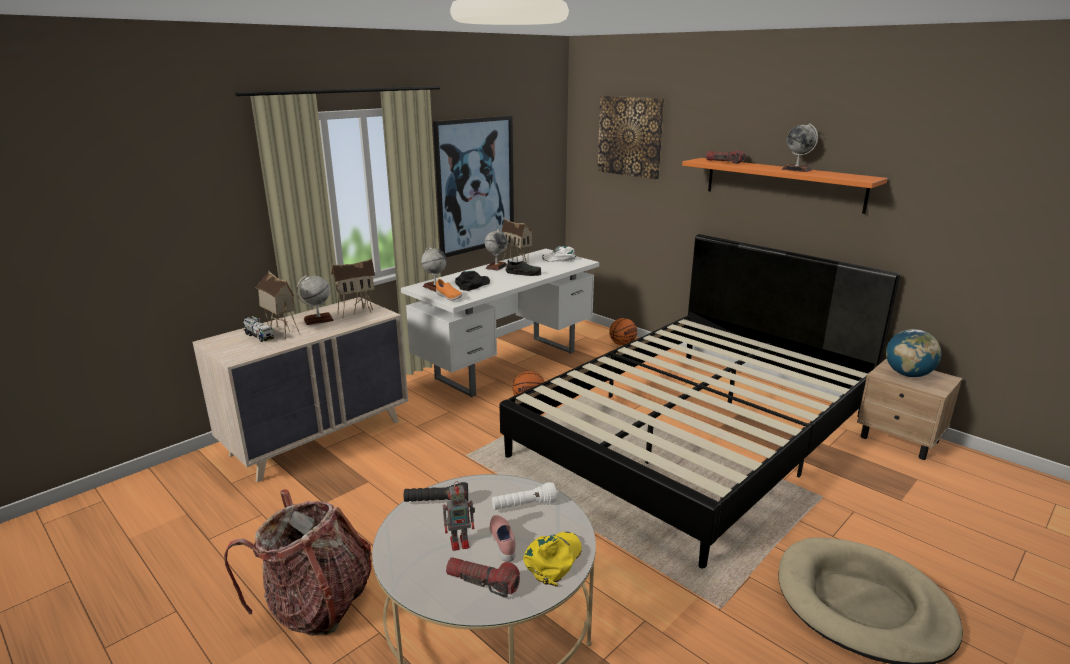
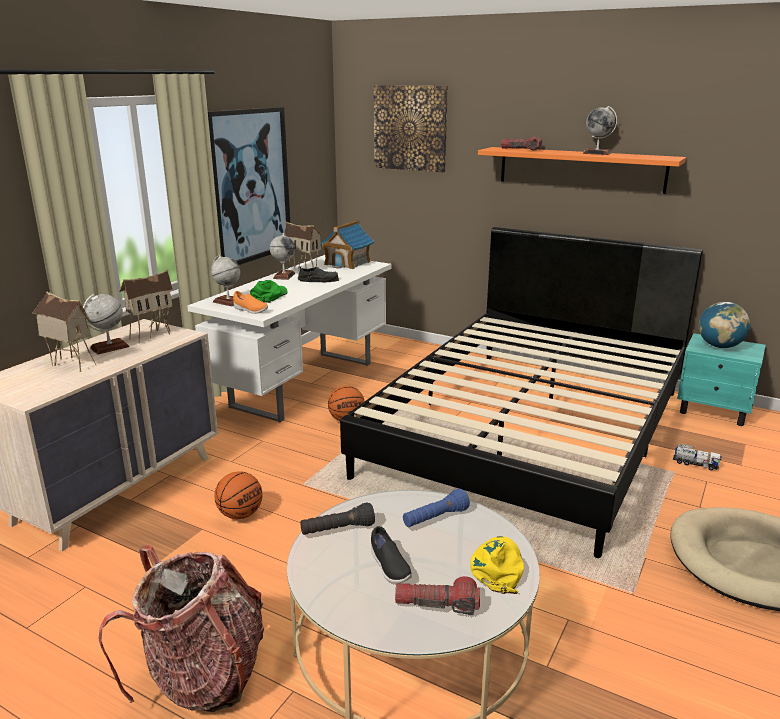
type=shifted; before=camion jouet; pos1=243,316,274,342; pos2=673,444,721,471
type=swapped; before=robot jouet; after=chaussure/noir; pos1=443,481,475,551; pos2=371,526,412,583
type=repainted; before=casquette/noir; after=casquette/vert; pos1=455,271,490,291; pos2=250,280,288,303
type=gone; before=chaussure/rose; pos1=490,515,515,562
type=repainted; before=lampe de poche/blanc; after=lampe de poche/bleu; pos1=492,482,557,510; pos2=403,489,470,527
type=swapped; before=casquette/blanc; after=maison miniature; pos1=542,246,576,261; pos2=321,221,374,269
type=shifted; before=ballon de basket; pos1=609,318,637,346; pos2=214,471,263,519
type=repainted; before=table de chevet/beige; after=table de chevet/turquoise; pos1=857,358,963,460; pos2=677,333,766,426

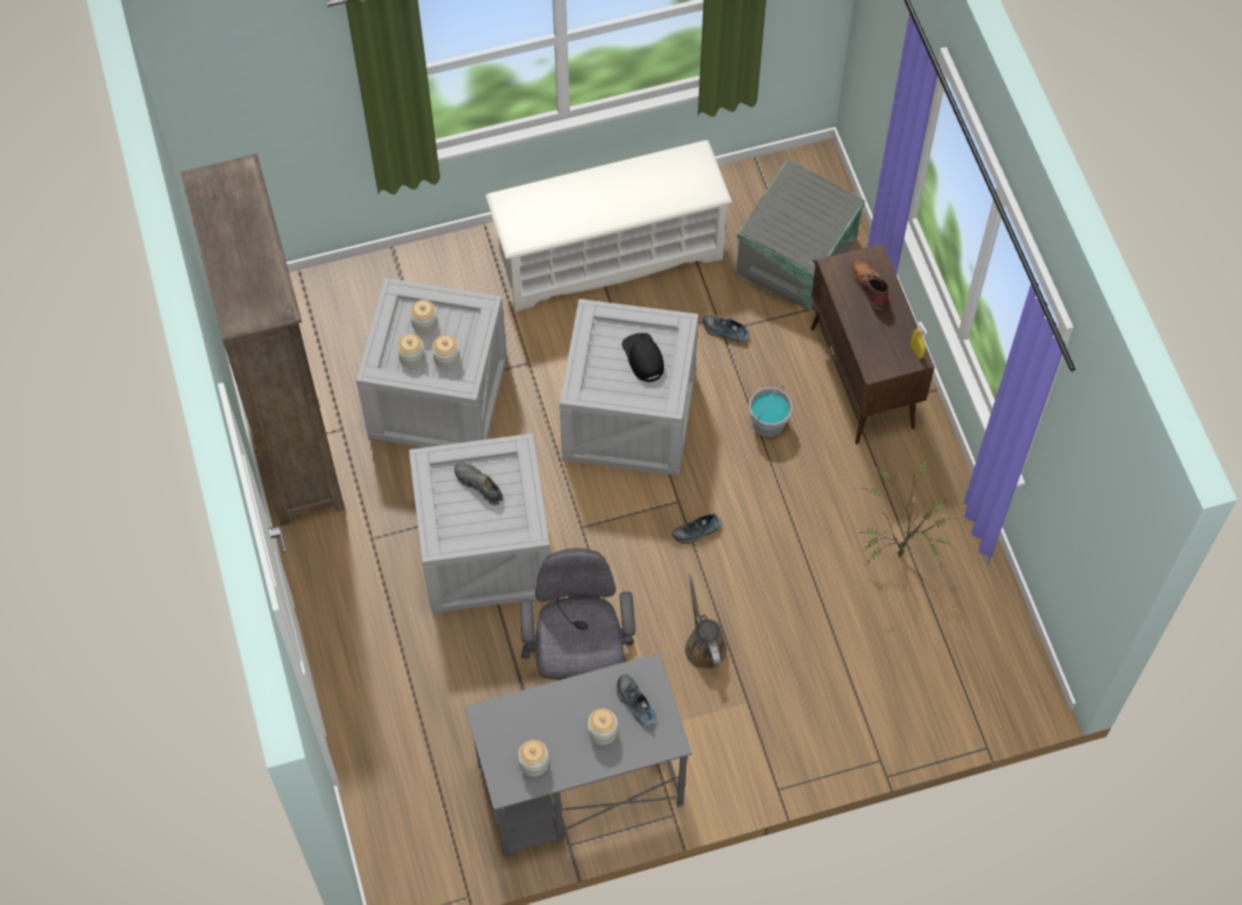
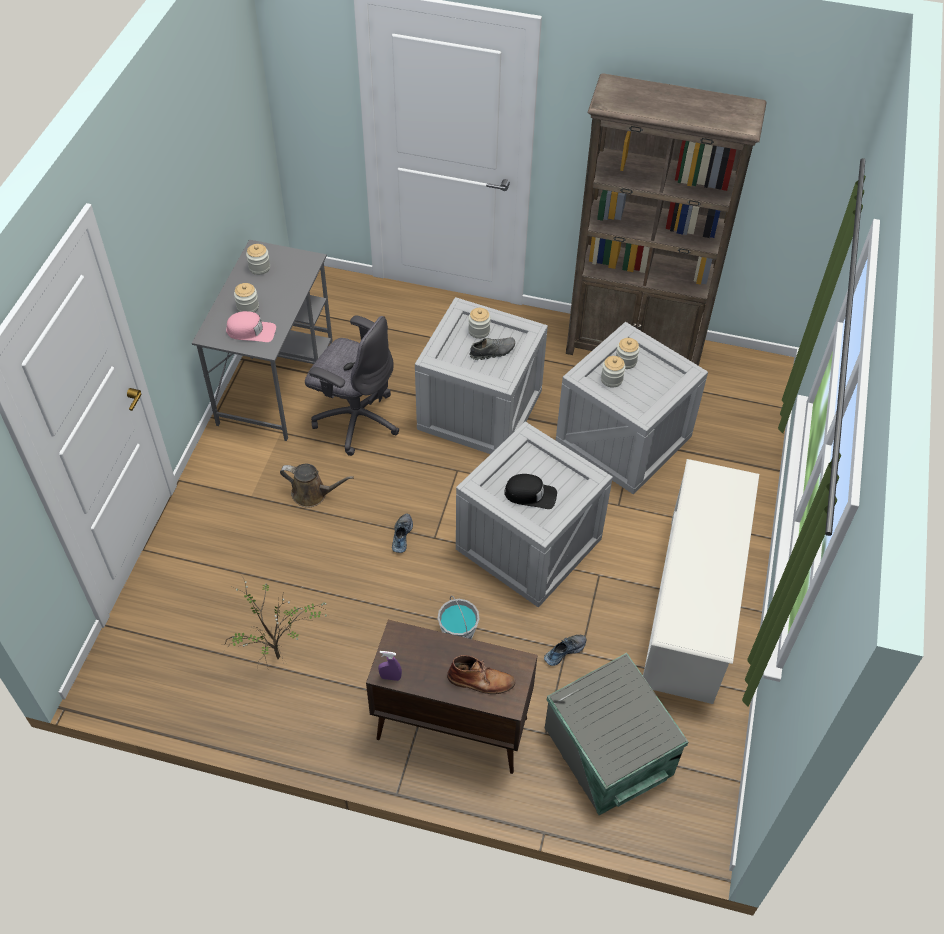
type=shifted; before=bocal; pos1=410,300,438,335; pos2=468,308,491,339
type=swapped; before=chaussure; after=casquette/rose; pos1=617,674,657,726; pos2=226,311,276,342
type=repainted; before=vaporisateur/jaune; after=vaporisateur/violet; pos1=910,321,928,359; pos2=378,651,402,681

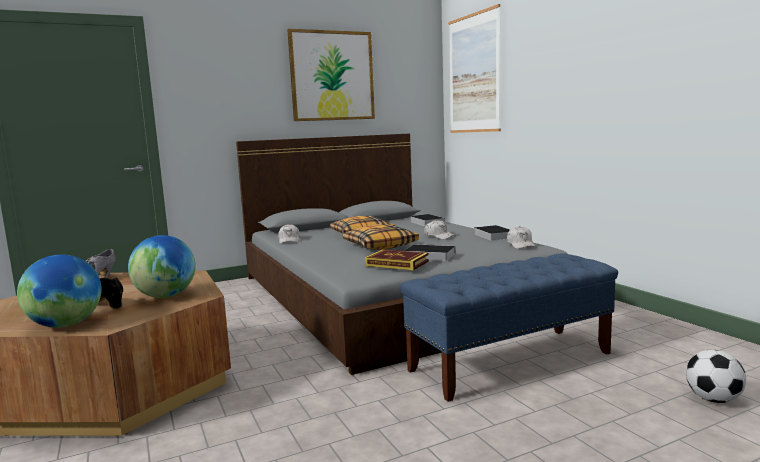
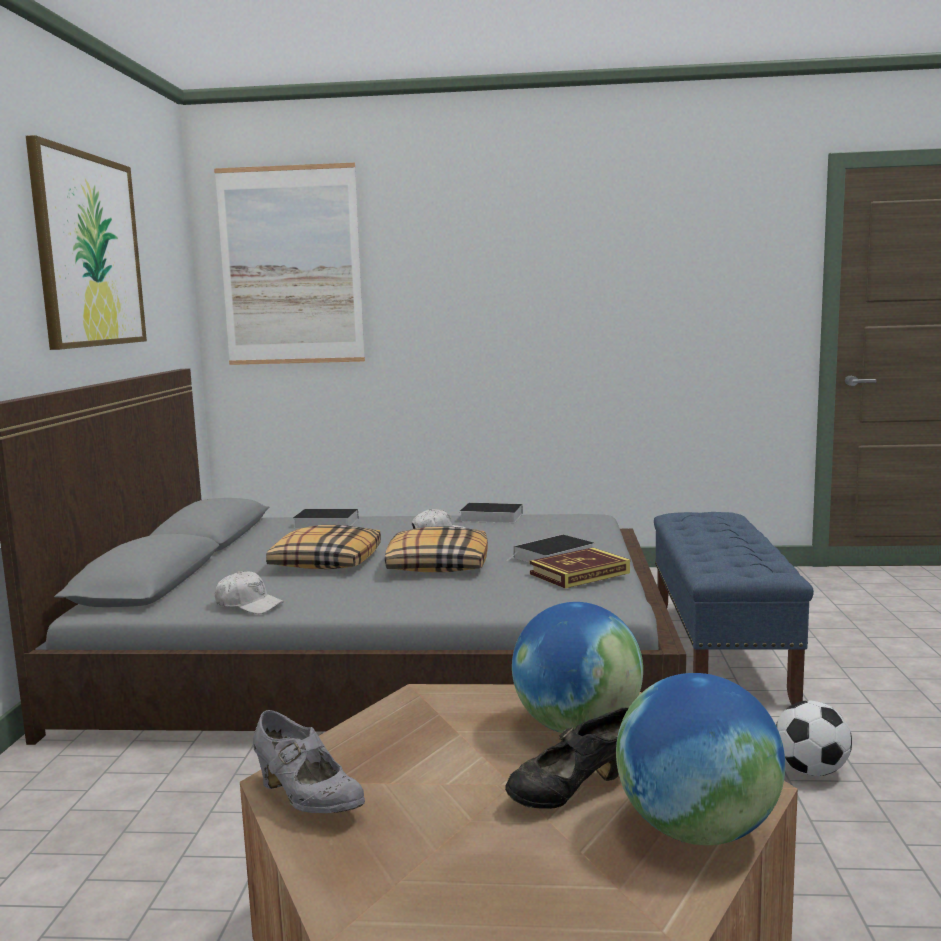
type=gone; before=casquette/blanc; pos1=507,226,537,249
type=shifted; before=ballon de foot; pos1=686,350,746,403; pos2=776,700,852,776

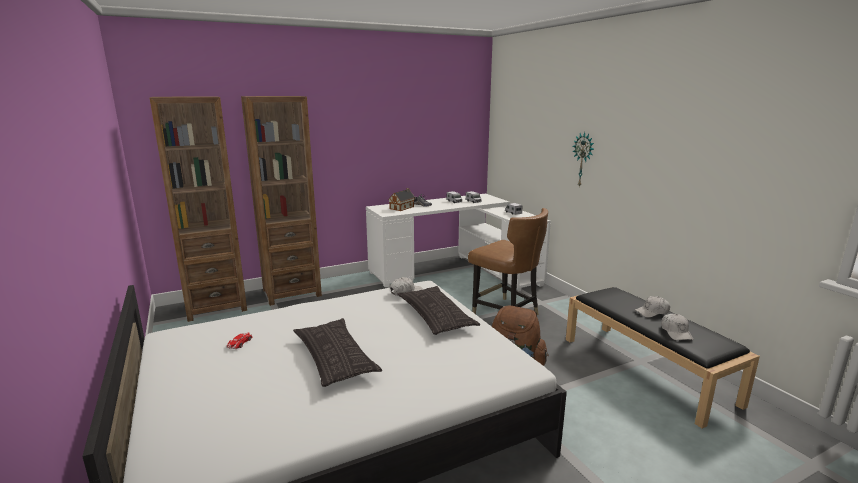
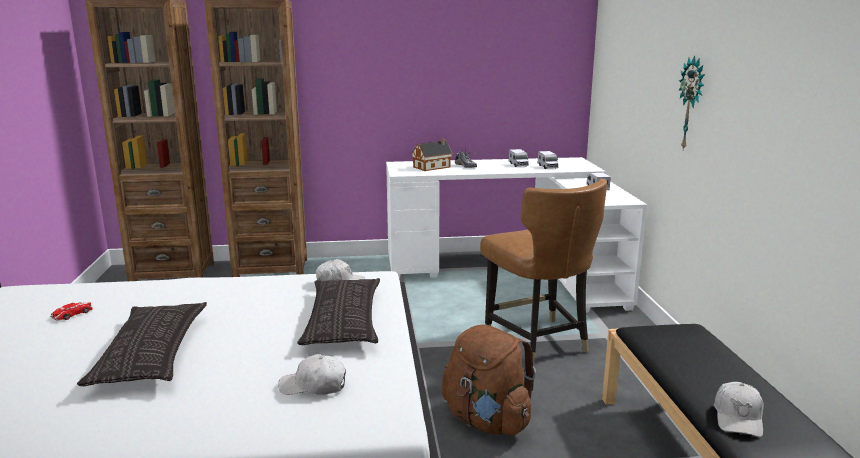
type=shifted; before=casquette/blanc; pos1=635,296,670,318; pos2=278,354,346,395

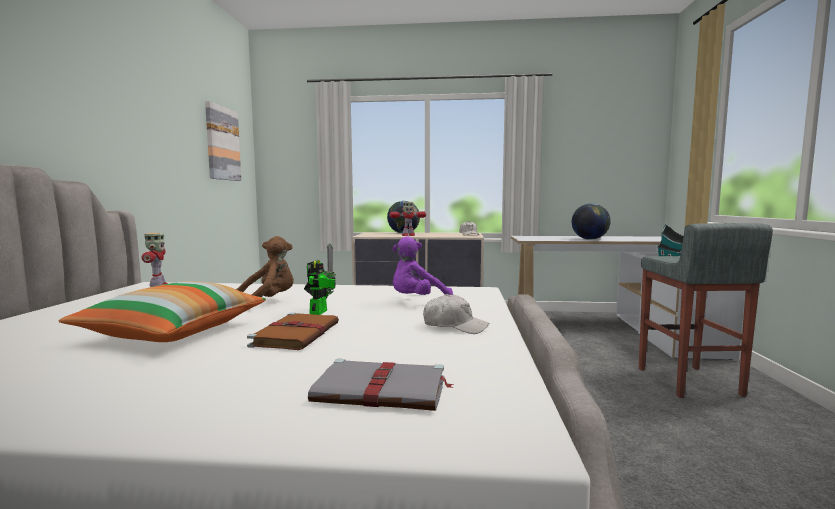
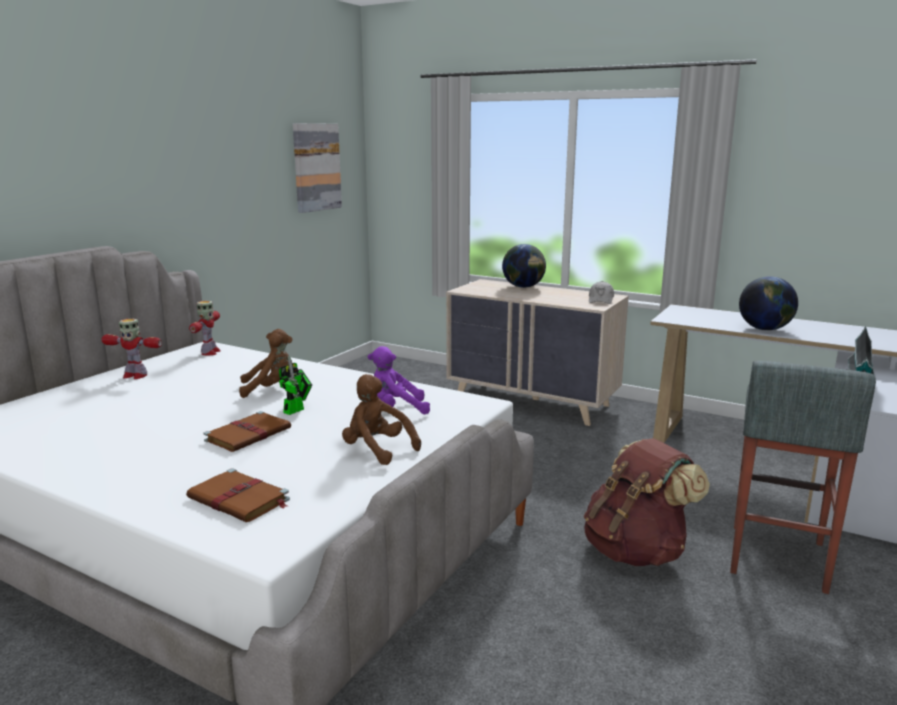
type=gone; before=coussin; pos1=58,281,266,342
type=repainted; before=livre/gris; after=livre/marron; pos1=308,359,453,411; pos2=186,468,290,522
type=shifted; before=robot jouet; pos1=389,202,426,236; pos2=101,319,162,379
type=swapped; before=casquette/blanc; after=peluche/marron; pos1=423,294,489,334; pos2=342,374,421,465
type=new; after=sac à dos/marron; pos2=584,438,710,566

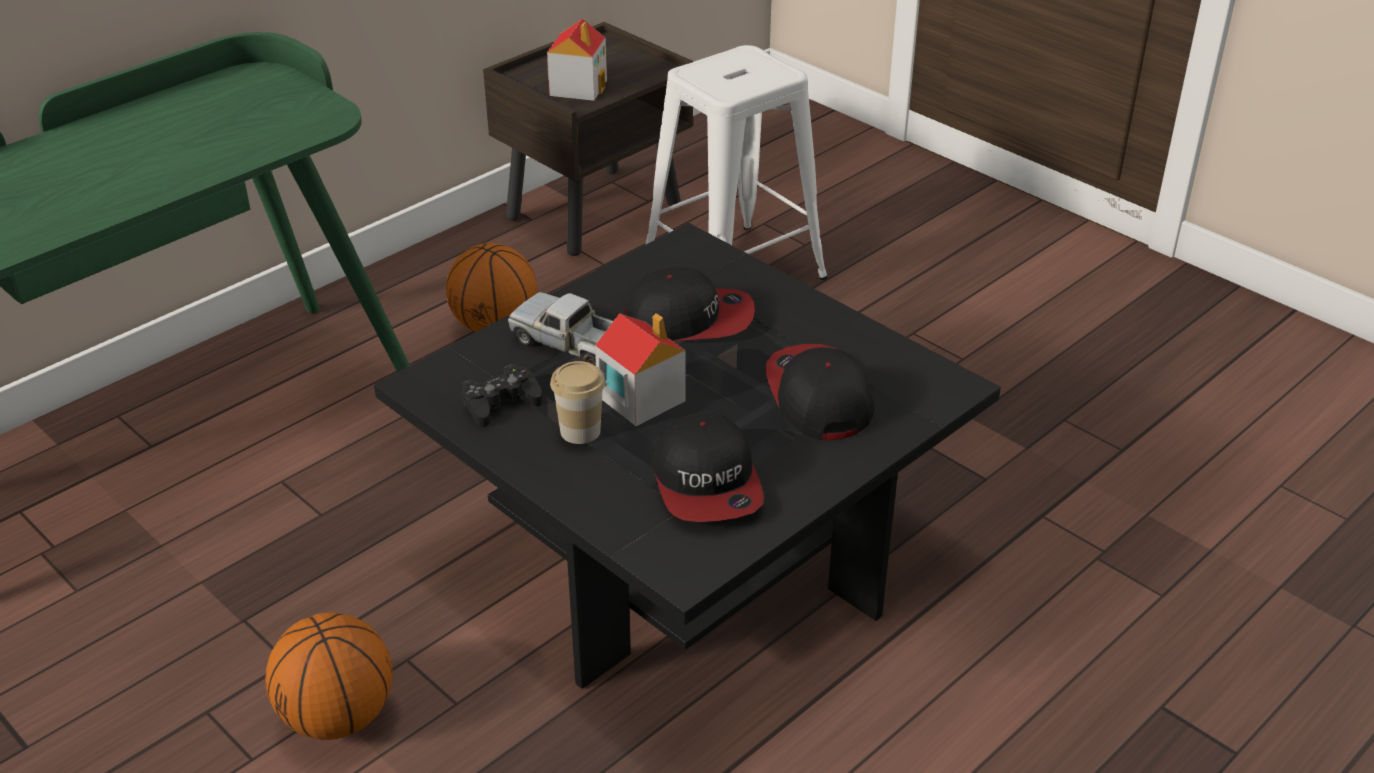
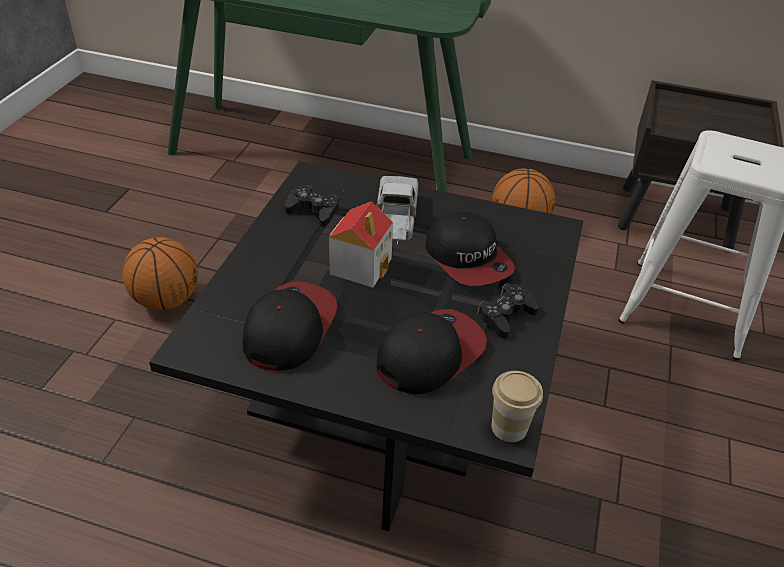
type=gone; before=maison miniature; pos1=547,19,607,101
type=shifted; before=tasse; pos1=550,361,605,444; pos2=492,371,543,442
type=rotated; before=casquette; pos1=652,413,764,522; pos2=243,282,337,371; turn=150
type=new; after=manette/noir; pos2=477,283,539,339

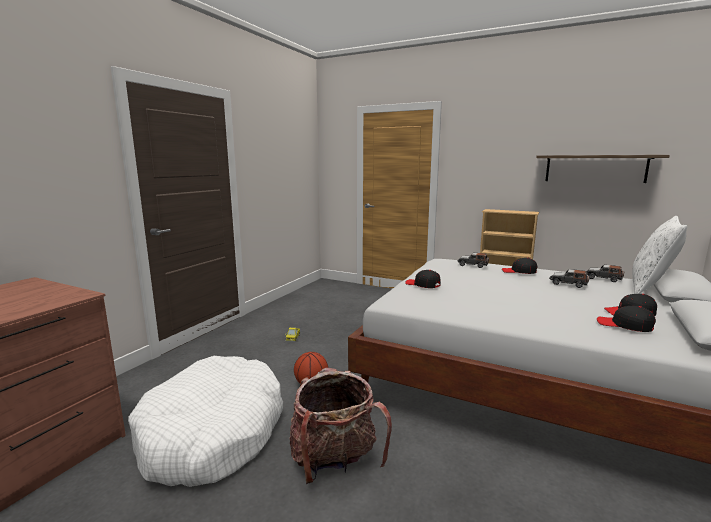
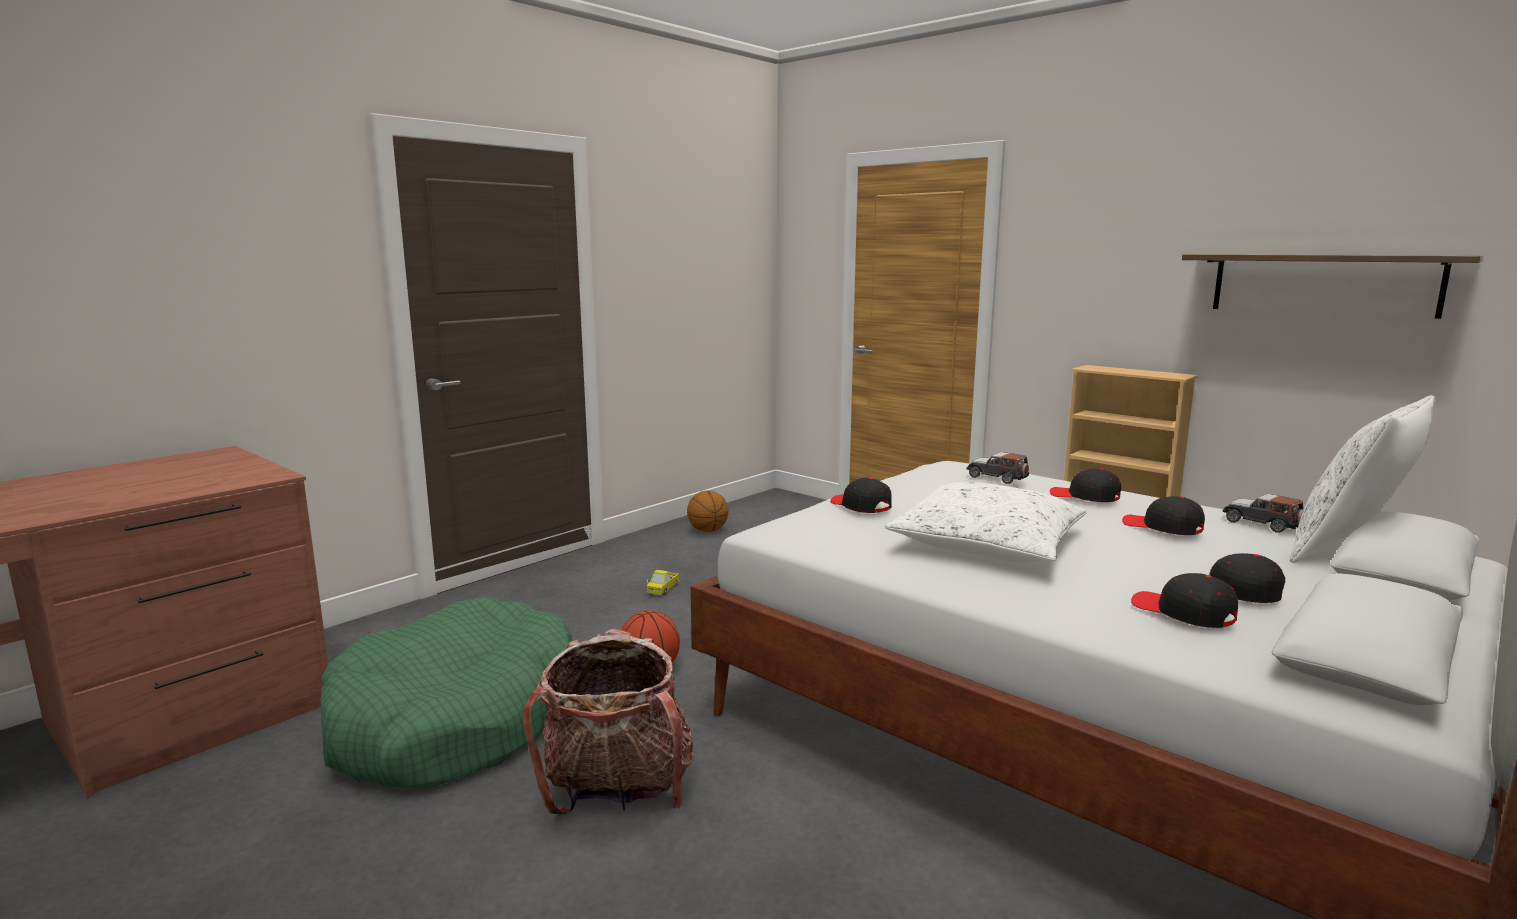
type=repainted; before=panier pour chien/blanc; after=panier pour chien/vert; pos1=128,356,283,487; pos2=320,597,572,788
type=swapped; before=petite voiture; after=casquette/noir; pos1=549,269,590,288; pos2=1122,496,1205,535
type=new; after=ballon de basket; pos2=687,490,729,532
type=new; after=coussin/blanc; pos2=885,482,1087,563

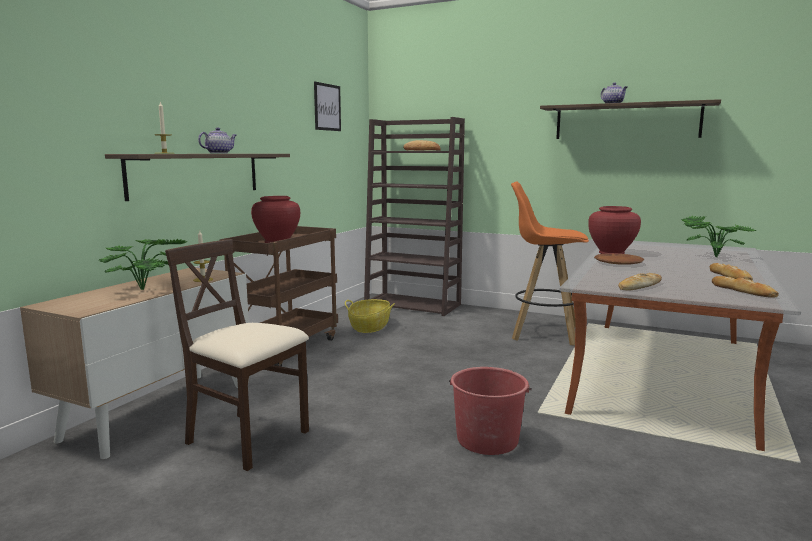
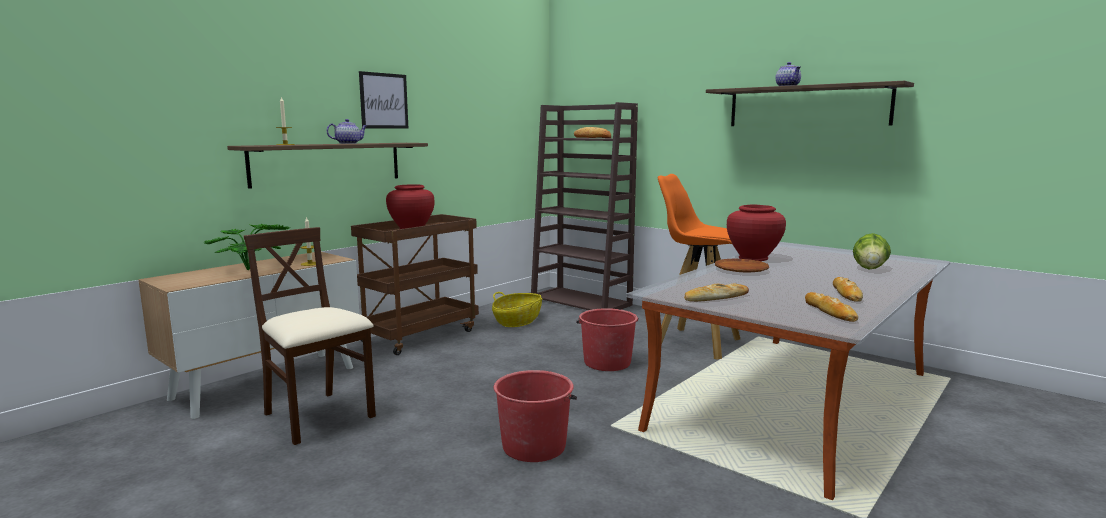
type=shifted; before=tableau; pos1=314,82,341,131; pos2=359,71,408,129
type=swapped; before=plante en pot; after=laitue; pos1=682,216,757,257; pos2=853,233,891,269
type=new; after=seau/rouge; pos2=576,308,639,371

